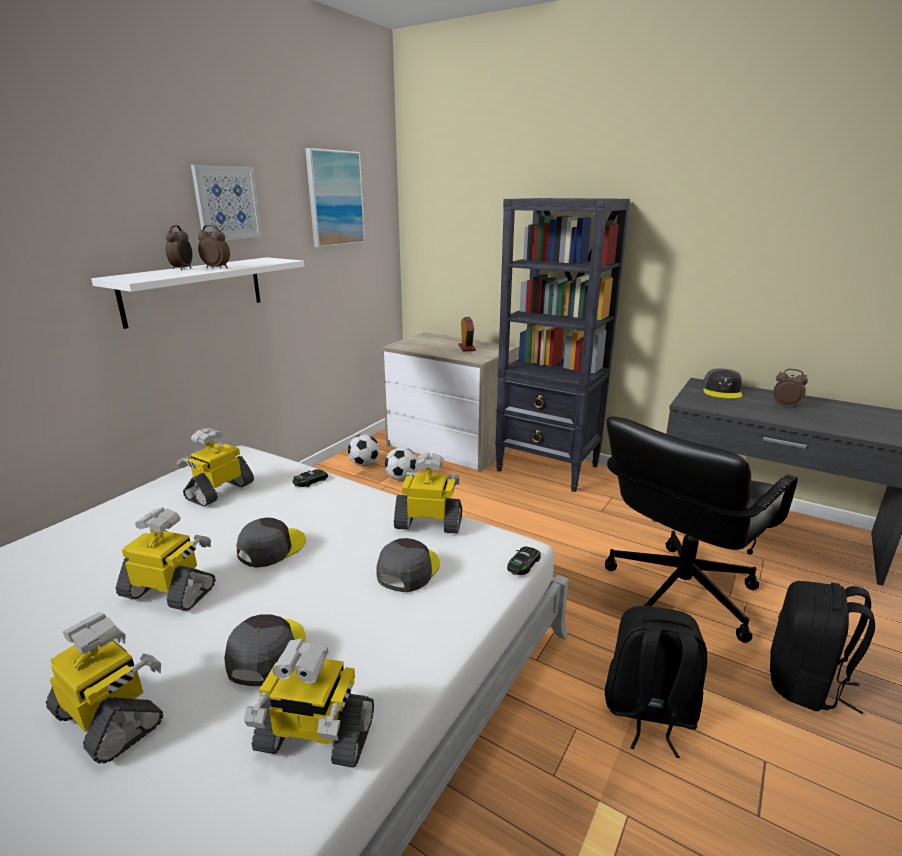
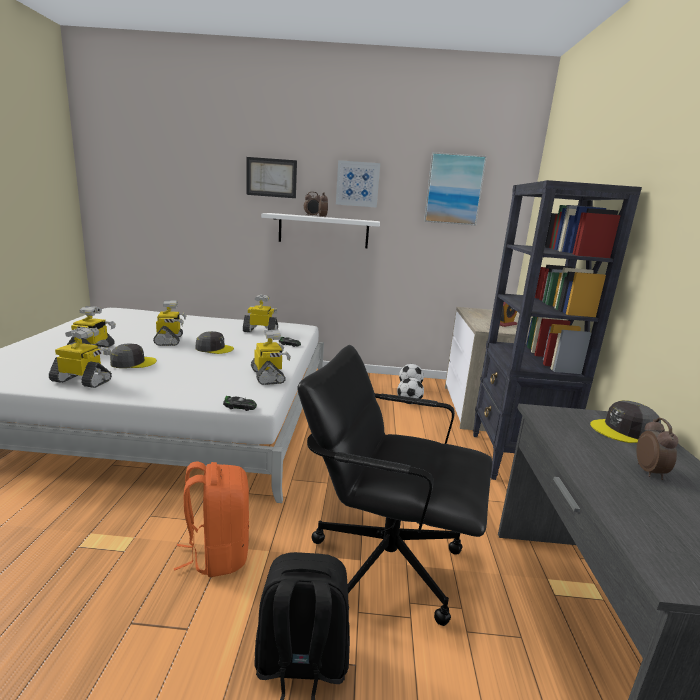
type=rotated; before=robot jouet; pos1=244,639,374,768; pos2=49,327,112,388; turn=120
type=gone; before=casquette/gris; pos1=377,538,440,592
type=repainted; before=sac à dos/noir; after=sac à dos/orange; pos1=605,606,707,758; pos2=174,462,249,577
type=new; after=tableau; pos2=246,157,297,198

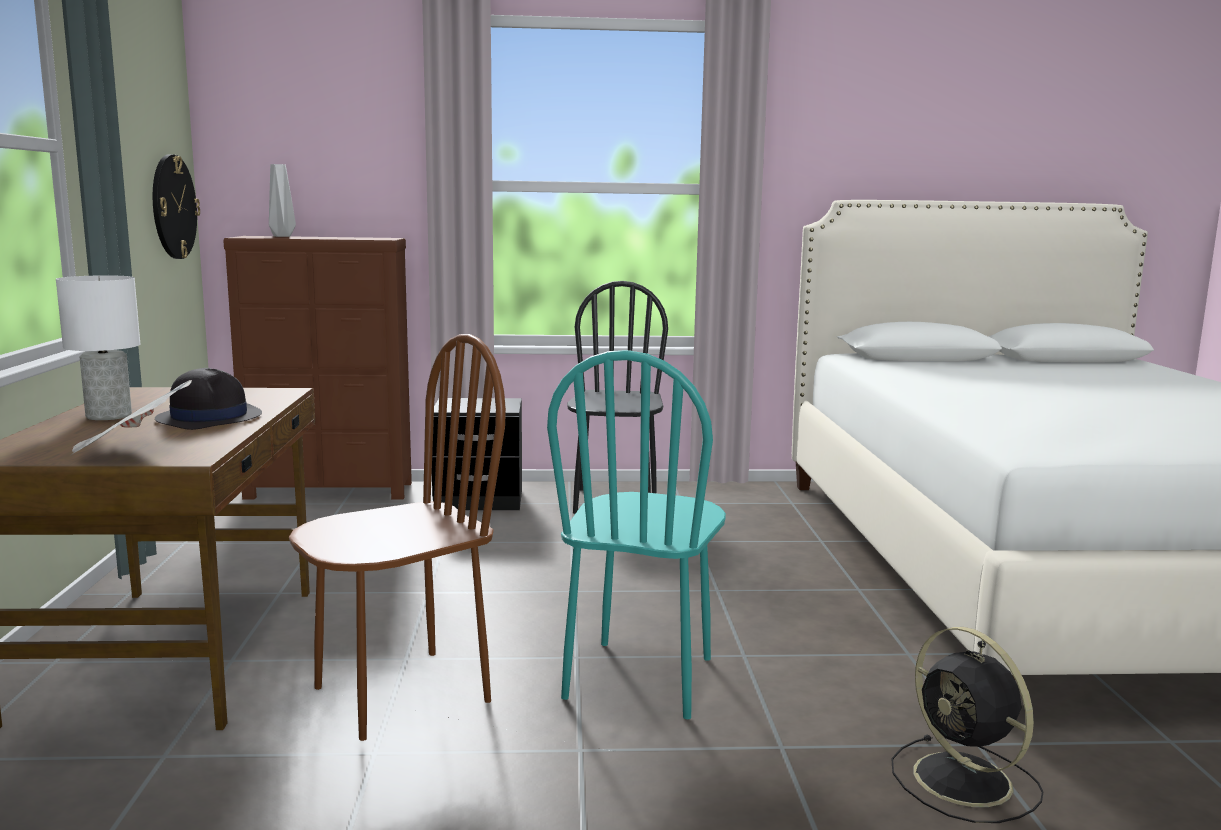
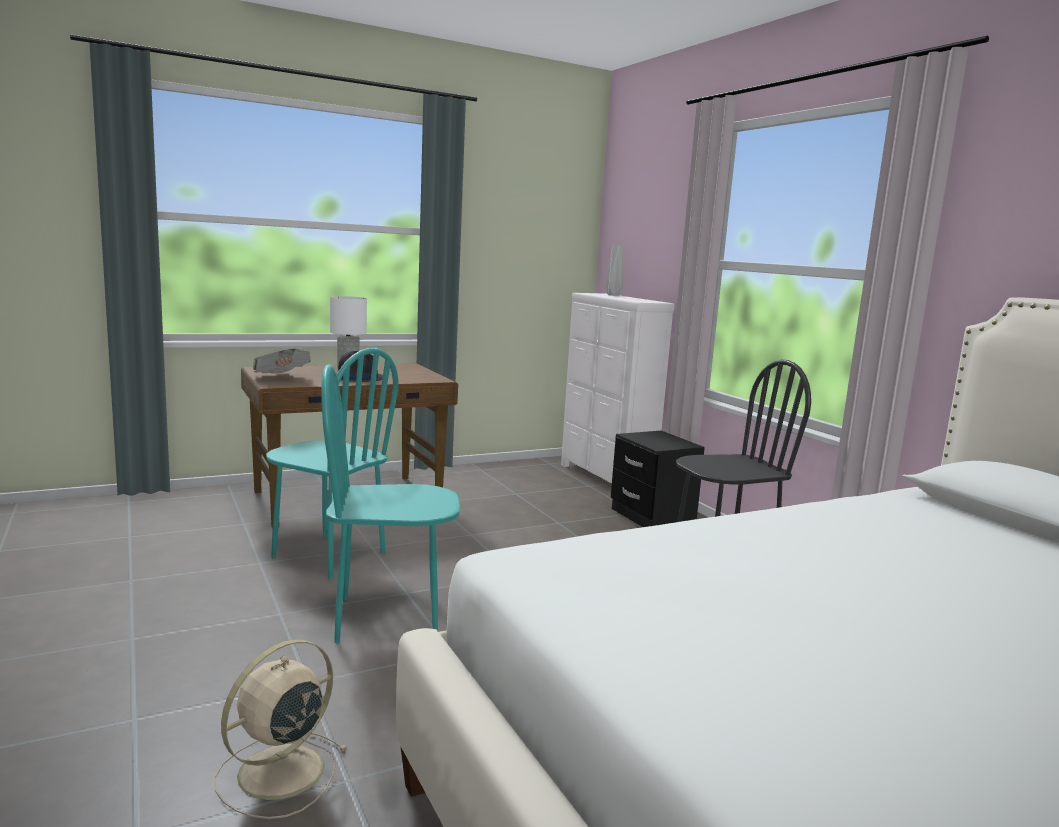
type=gone; before=horloge murale; pos1=153,154,200,259
type=repainted; before=commode/marron; after=commode/blanc; pos1=223,236,412,500; pos2=561,293,674,483
type=repainted; before=chaise/marron; after=chaise/turquoise; pos1=289,334,506,741; pos2=266,348,398,579
type=repainted; before=ventilateur/noir; after=ventilateur/beige; pos1=891,627,1044,823; pos2=214,639,348,819

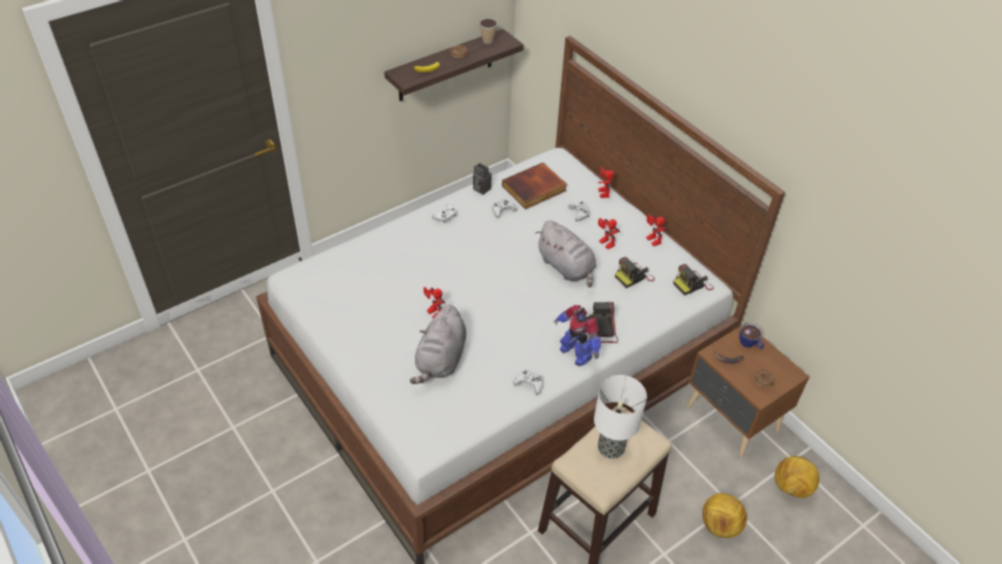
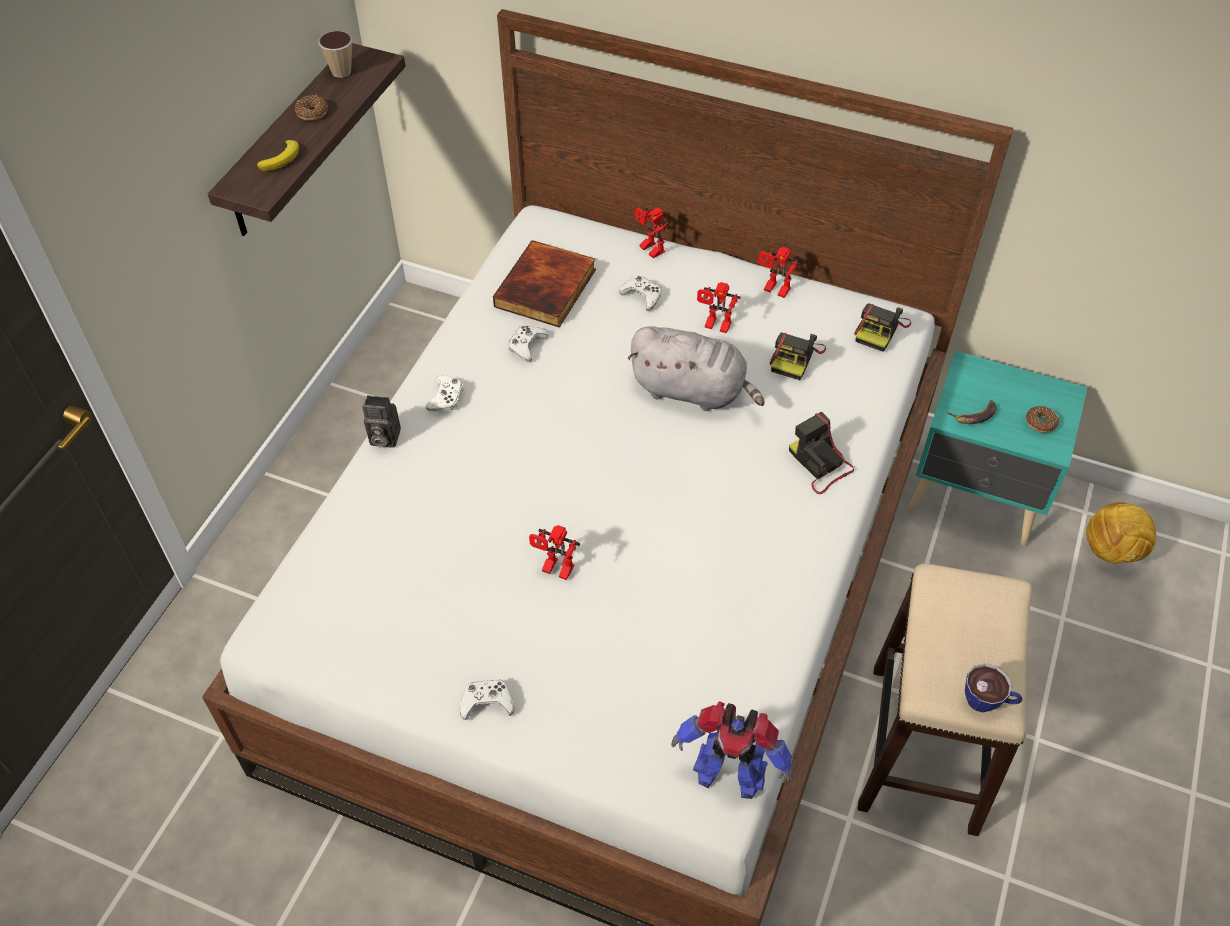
type=gone; before=peluche/gris; pos1=410,305,466,384
type=shifted; before=appareil photo; pos1=473,163,492,195; pos2=362,395,401,448
type=shifted; before=manette/blanc; pos1=513,370,543,395; pos2=460,679,515,720
type=shifted; before=robot jouet; pos1=554,305,601,366; pos2=671,701,793,799
type=gone; before=lampe de table; pos1=594,375,647,459
type=repainted; before=table de chevet/marron; after=table de chevet/turquoise; pos1=687,323,809,458; pos2=908,351,1088,546
type=gone; before=ballon de foot; pos1=702,493,747,538
type=shifted; before=tasse; pos1=739,323,764,349; pos2=965,663,1023,713

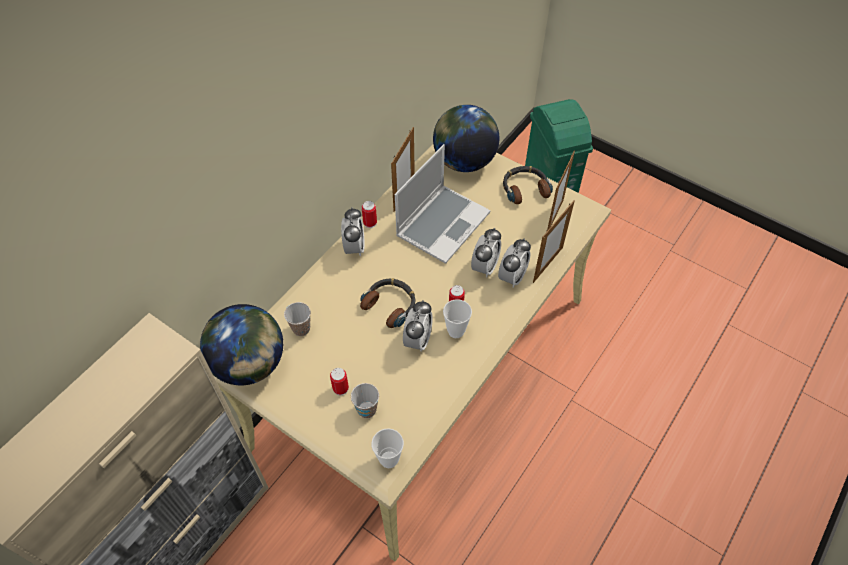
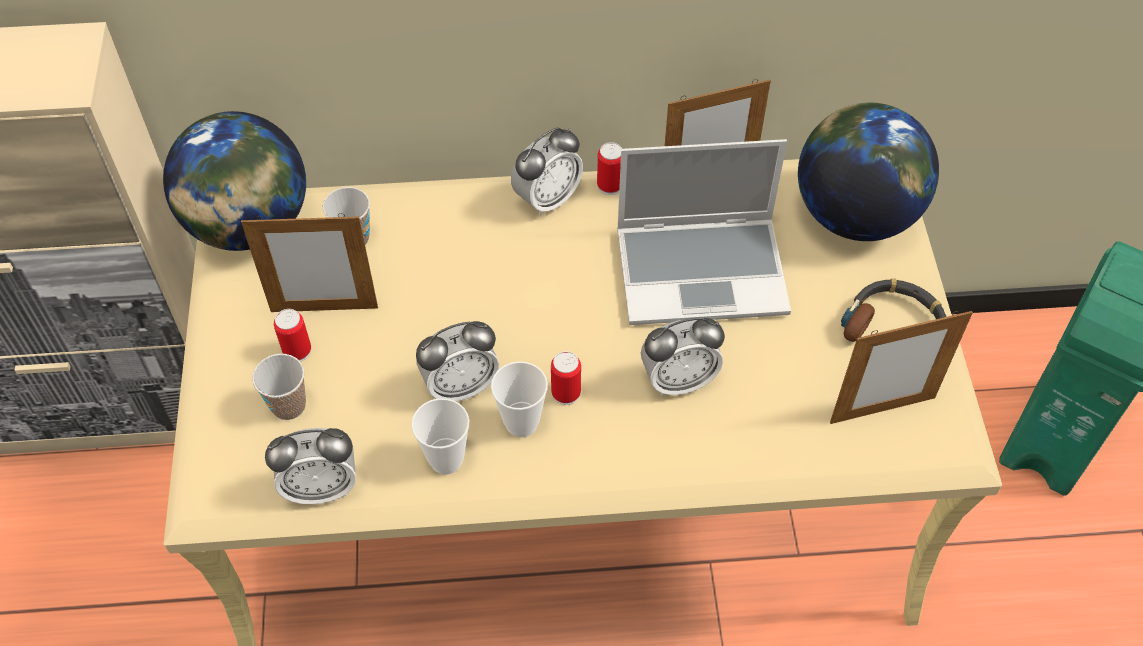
type=gone; before=casque audio; pos1=360,278,416,328
type=shifted; before=tasse; pos1=371,428,404,468; pos2=411,398,469,475
type=shifted; before=réveil; pos1=498,238,531,288; pos2=265,428,356,505
type=shifted; before=cadre photo; pos1=533,201,574,283; pos2=241,213,378,312

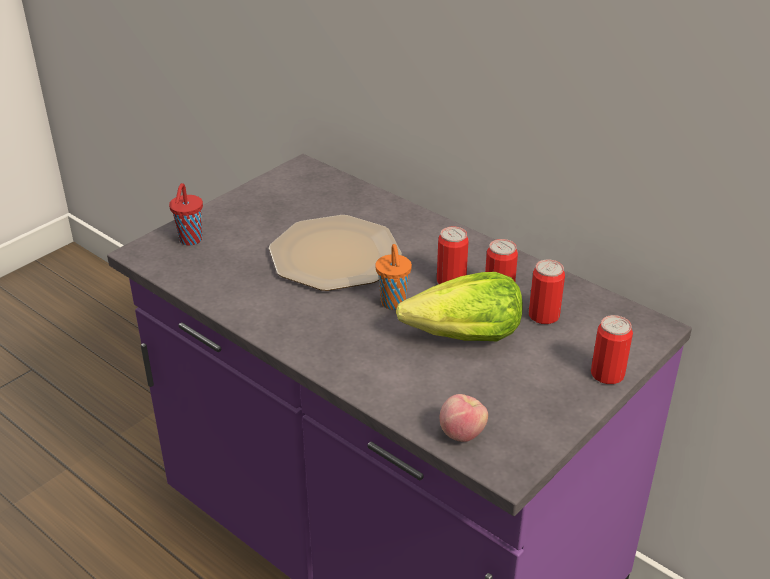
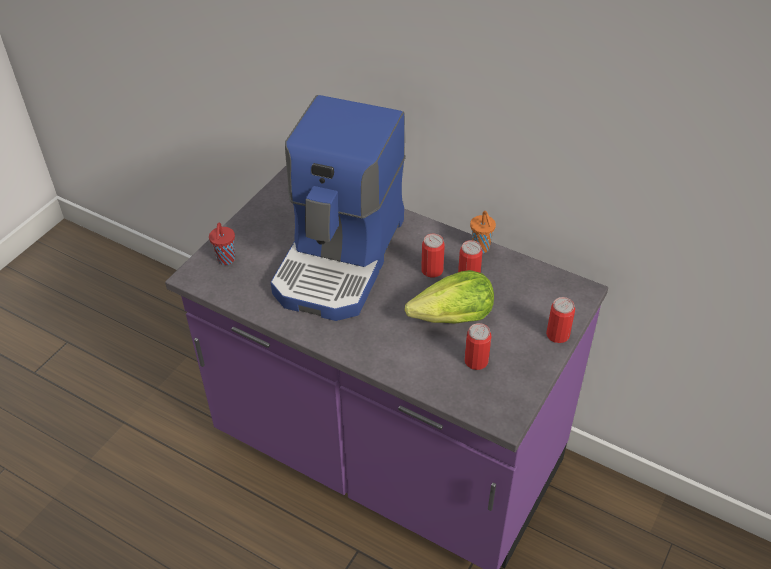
type=swapped; before=assiette; after=machine à café; pos1=269,215,402,291; pos2=271,95,406,321
type=shifted; before=tasse/orange; pos1=375,244,412,310; pos2=470,211,496,253
type=gone; before=pomme; pos1=440,394,488,442
type=shifted; before=boîte métallique; pos1=529,259,565,324; pos2=464,323,491,370

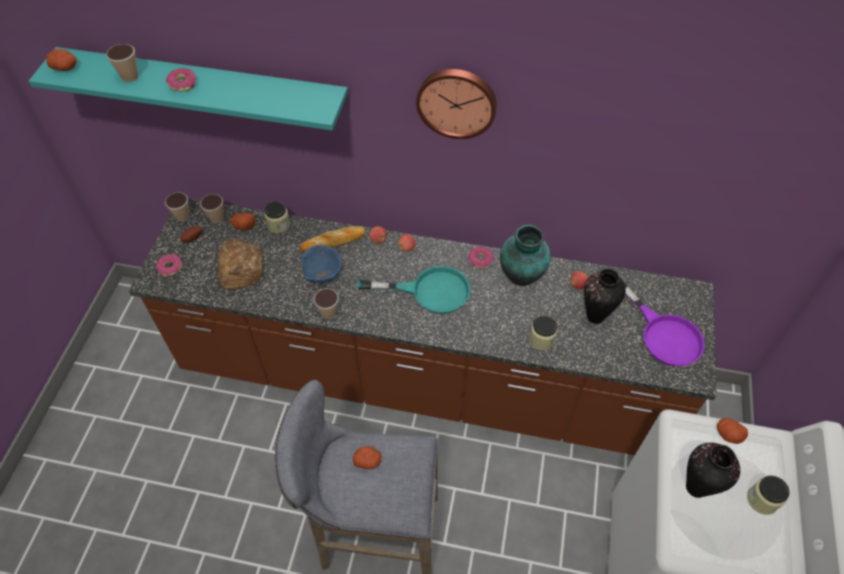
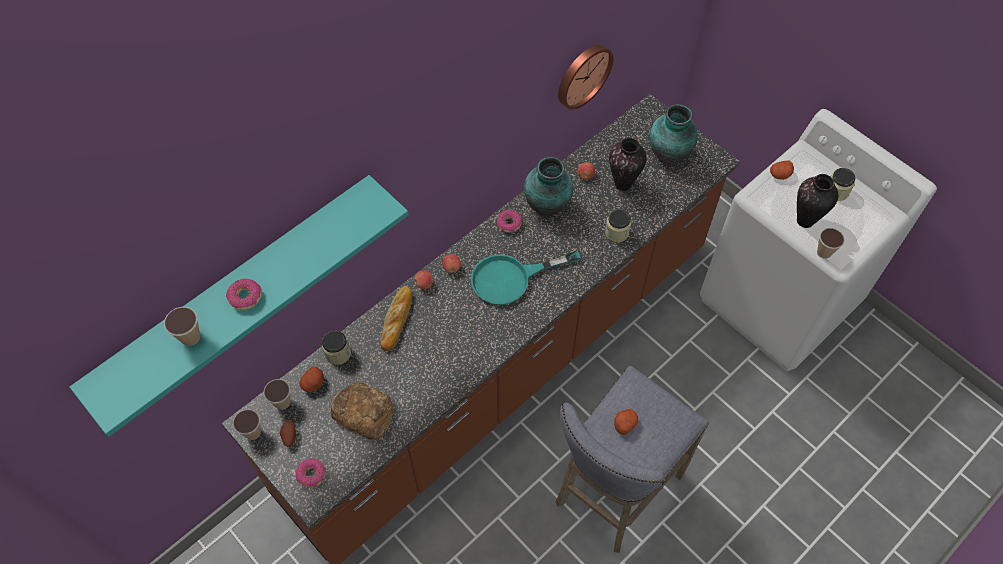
type=gone; before=pomme de terre; pos1=46,49,77,71
type=gone; before=bol/bleu; pos1=301,245,342,284
type=shifted; before=tasse; pos1=314,288,339,319; pos2=817,228,845,259
type=rotated; before=poêle/turquoise; pos1=357,266,470,314; pos2=471,251,581,305; turn=-150
type=shifted; before=horloge murale; pos1=416,69,497,139; pos2=558,45,614,110
type=swapped; before=poêle/violet; after=vase; pos1=621,279,705,367; pos2=649,104,698,165

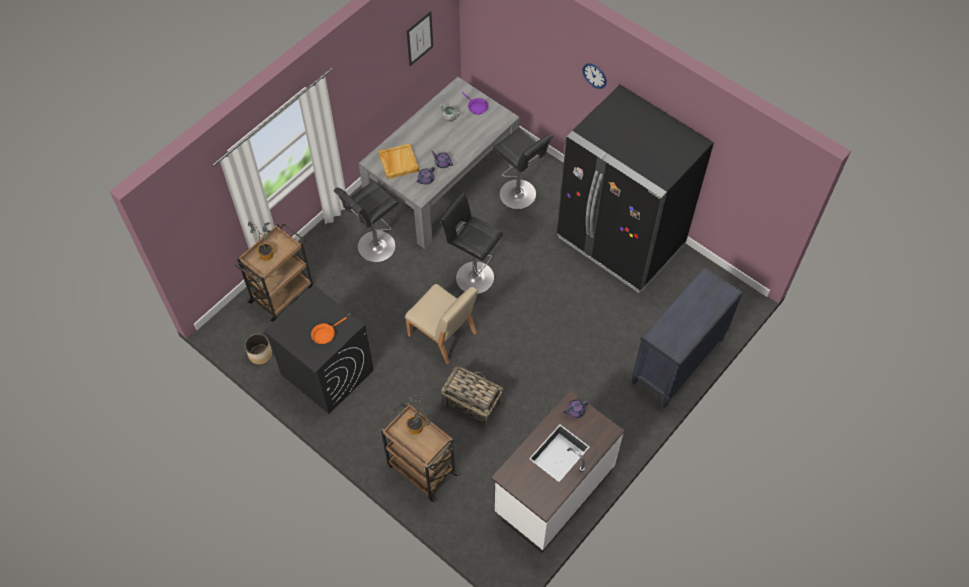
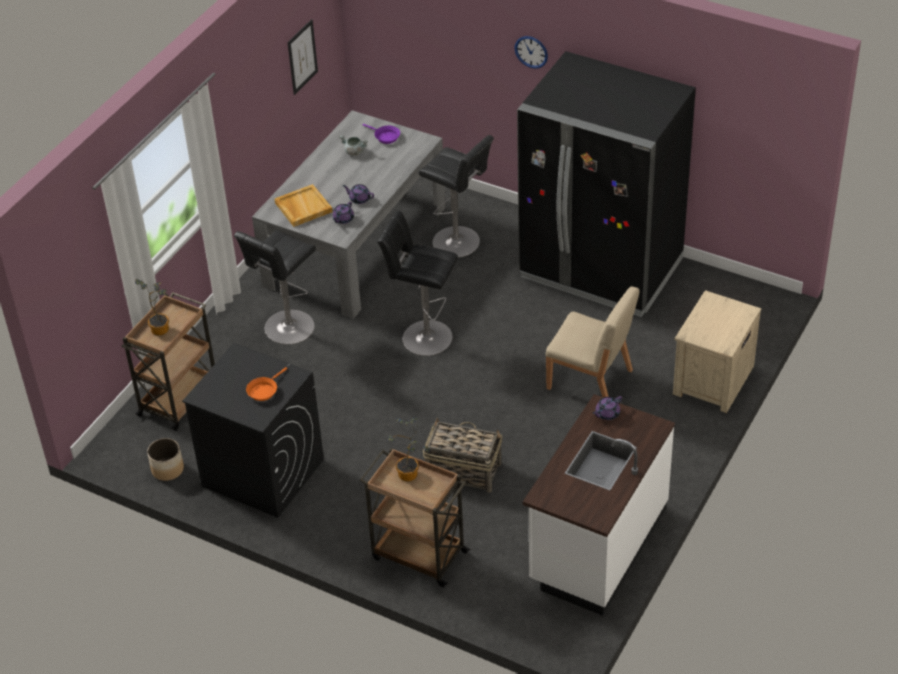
type=shifted; before=chaise/beige; pos1=405,284,478,364; pos2=545,287,639,397
type=swapped; before=commode/noir; after=table de chevet/beige; pos1=631,266,743,408; pos2=673,290,761,413

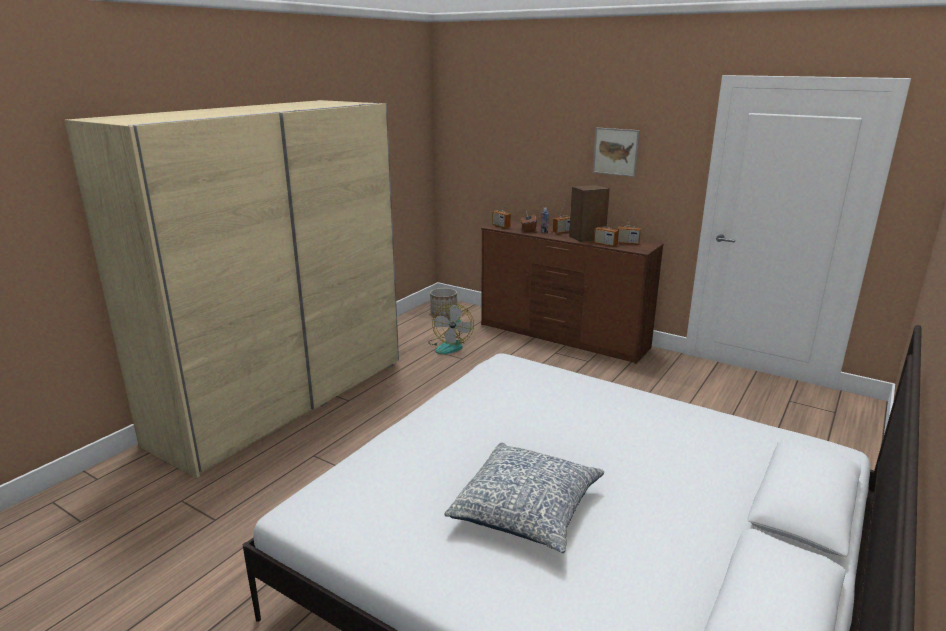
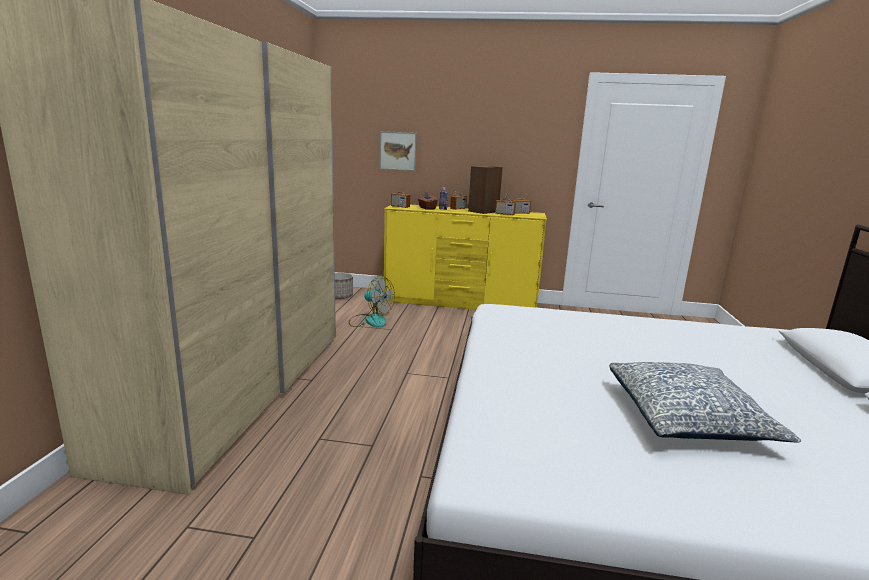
type=rotated; before=ventilateur; pos1=428,303,474,354; pos2=349,276,395,328; turn=-45
type=repainted; before=commode/marron; after=commode/jaune; pos1=481,220,664,364; pos2=384,205,547,310
type=shifted; before=tableau; pos1=593,127,640,177; pos2=380,131,417,171

